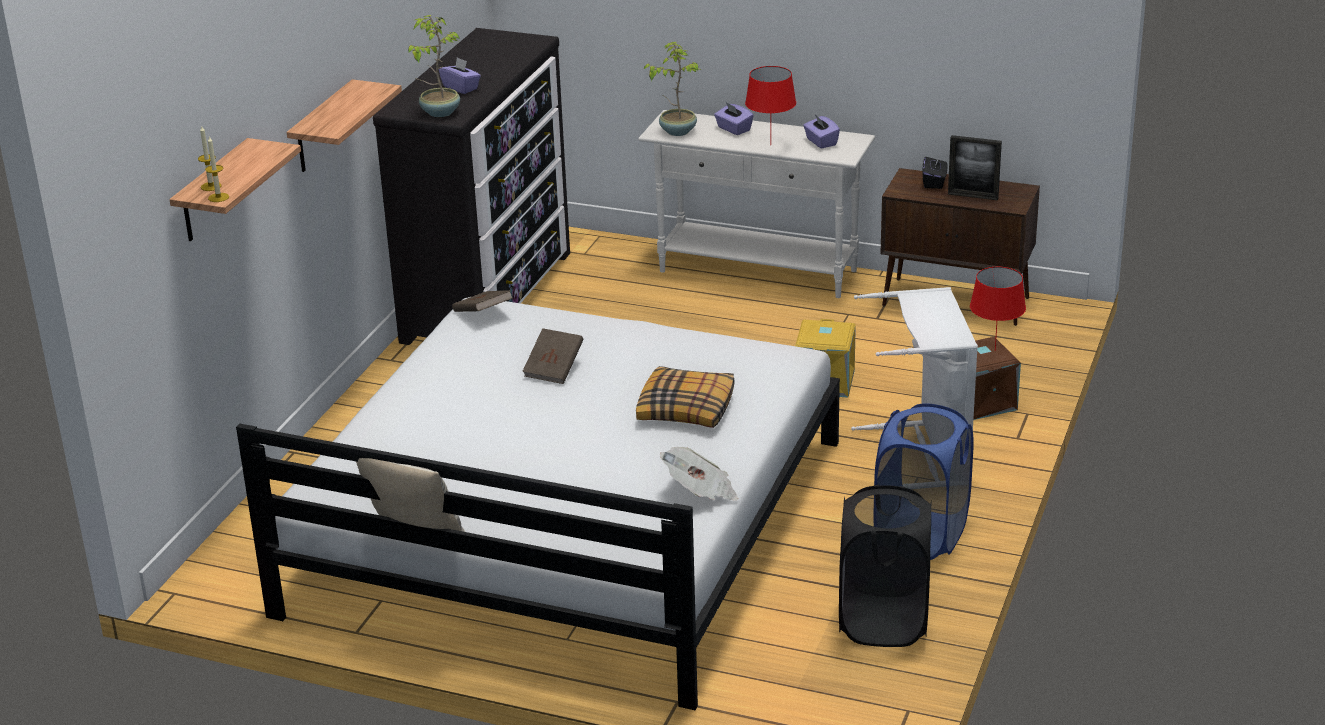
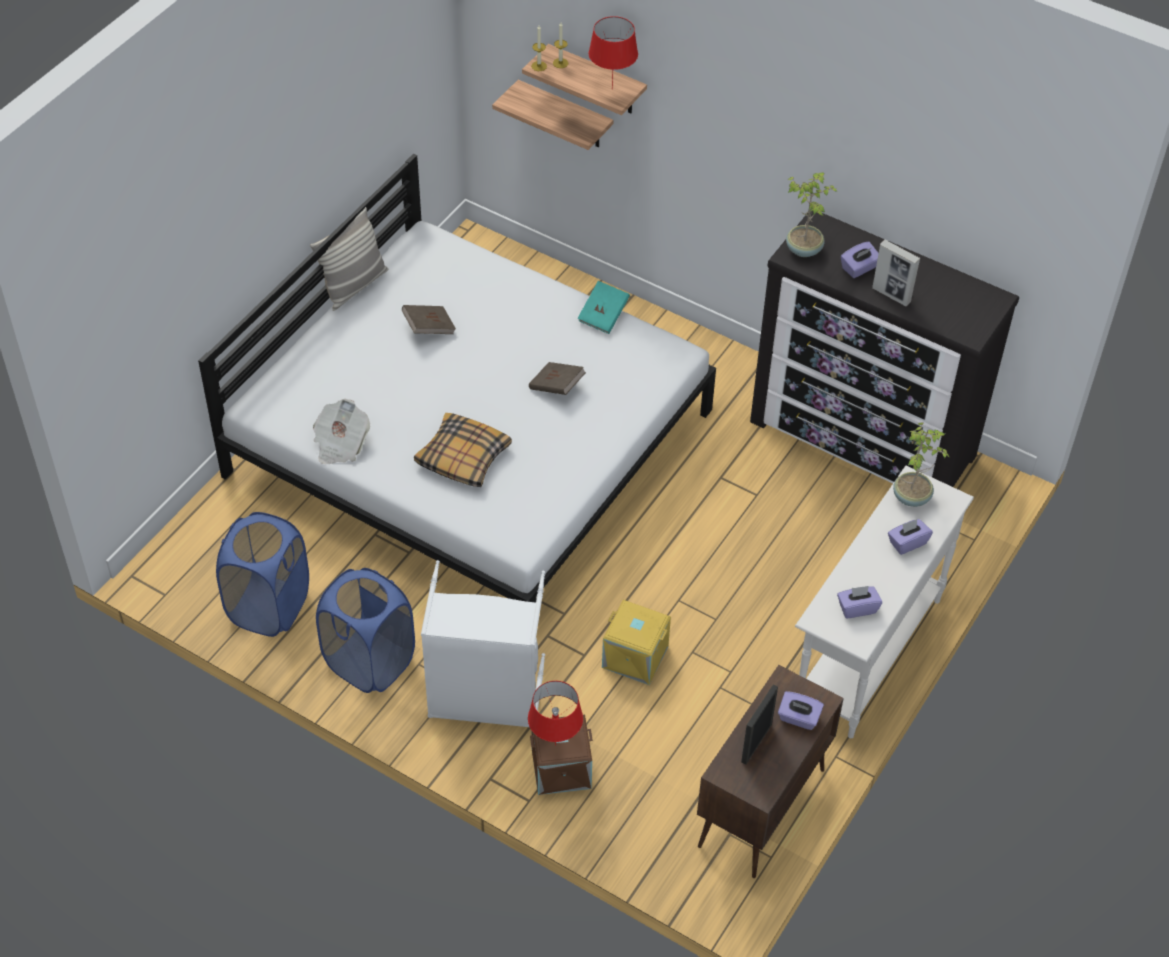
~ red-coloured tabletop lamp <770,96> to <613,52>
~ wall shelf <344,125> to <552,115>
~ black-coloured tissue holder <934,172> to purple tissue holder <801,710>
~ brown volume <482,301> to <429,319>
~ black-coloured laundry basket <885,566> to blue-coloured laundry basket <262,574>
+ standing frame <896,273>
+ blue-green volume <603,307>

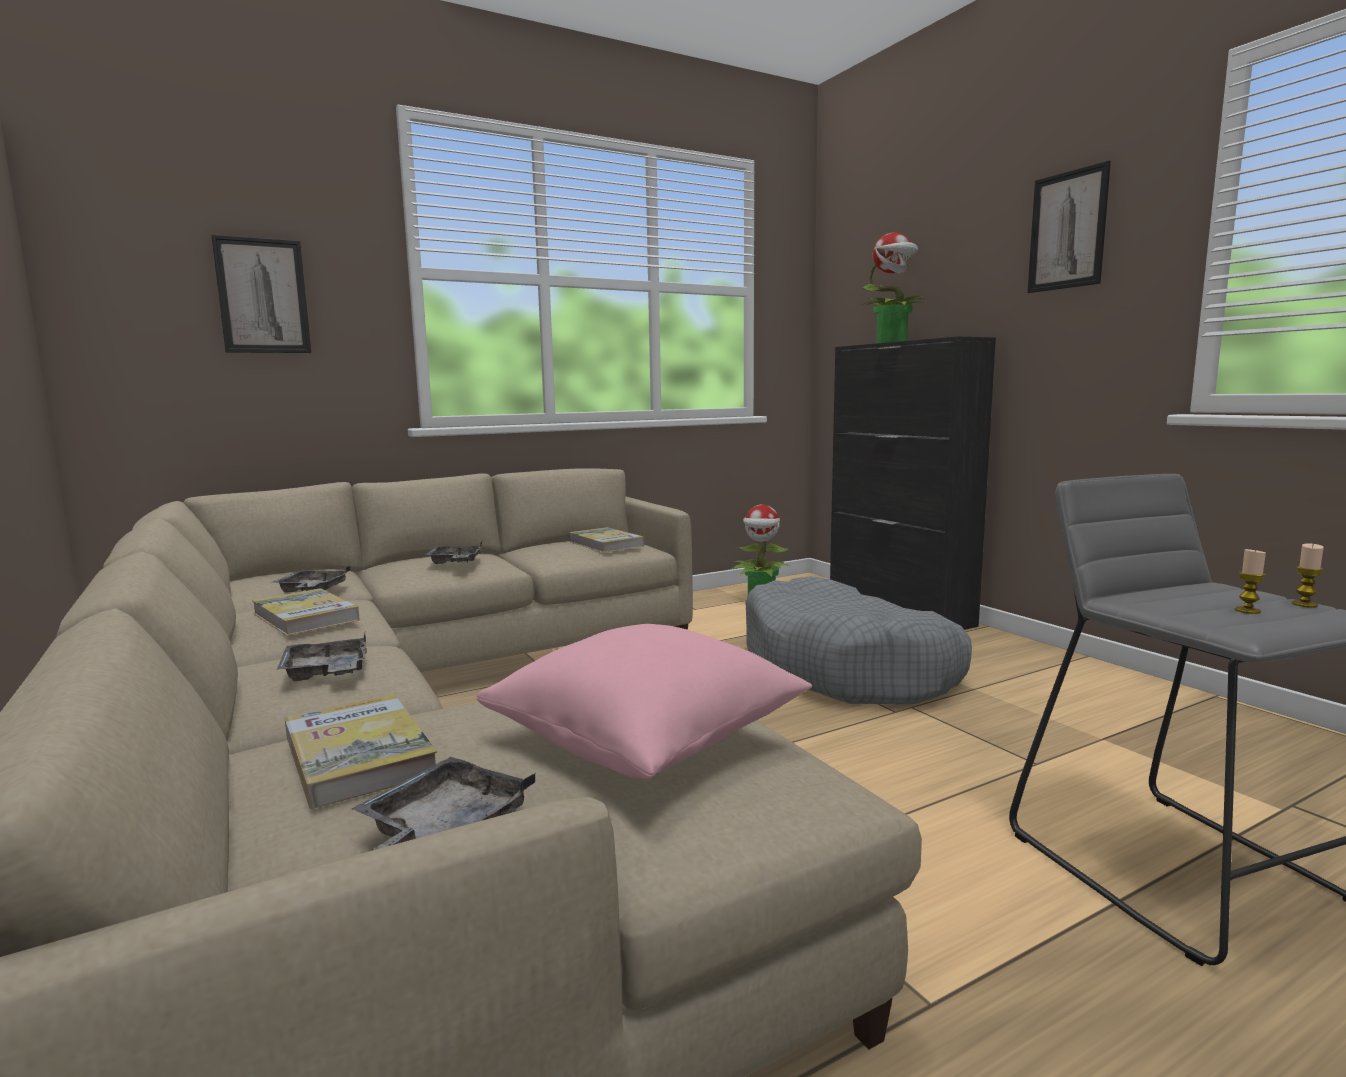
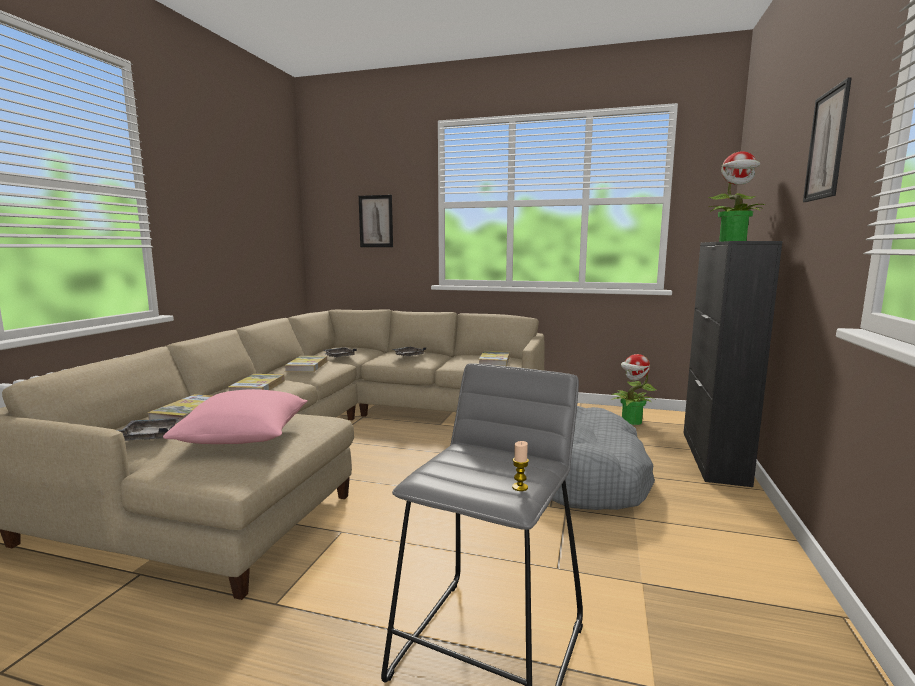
- wax light <1250,581>
~ greyish carrying tray <322,657> to volume <256,382>

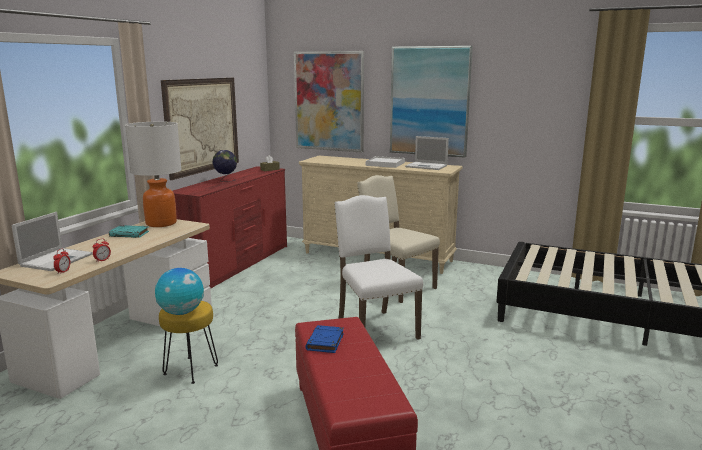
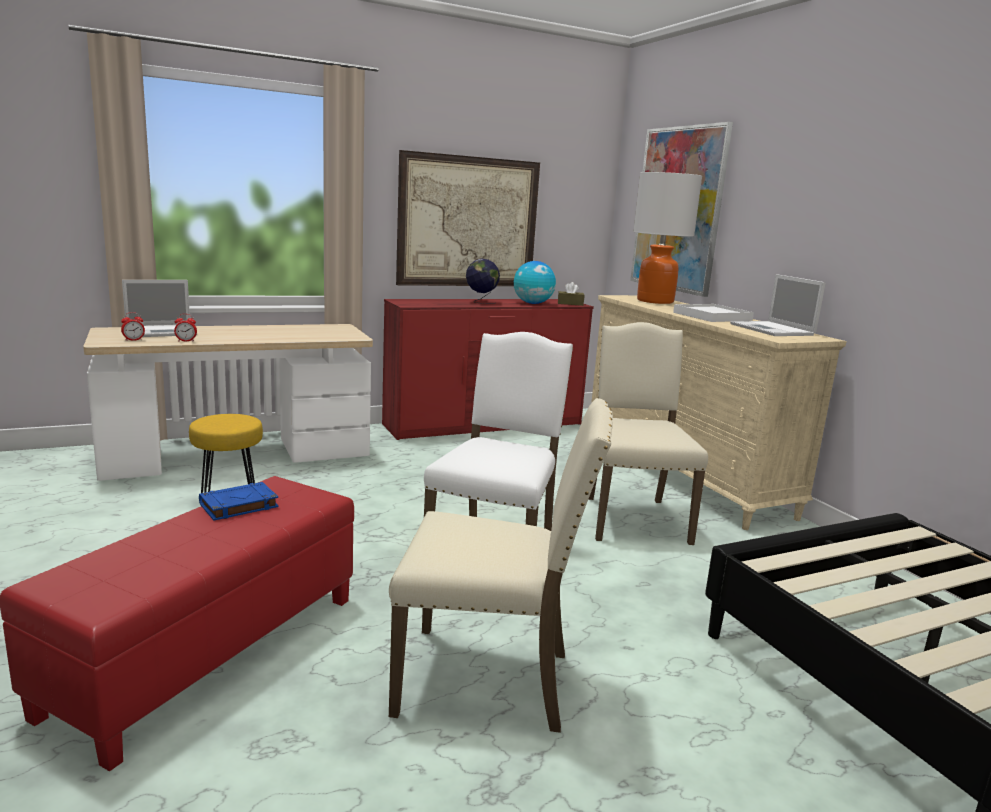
- wall picture <431,102>
~ tabletop lamp <153,174> to <667,238>
- blue-green volume <129,231>
~ world globe <179,291> to <535,282>
+ beige-coloured chair <501,565>

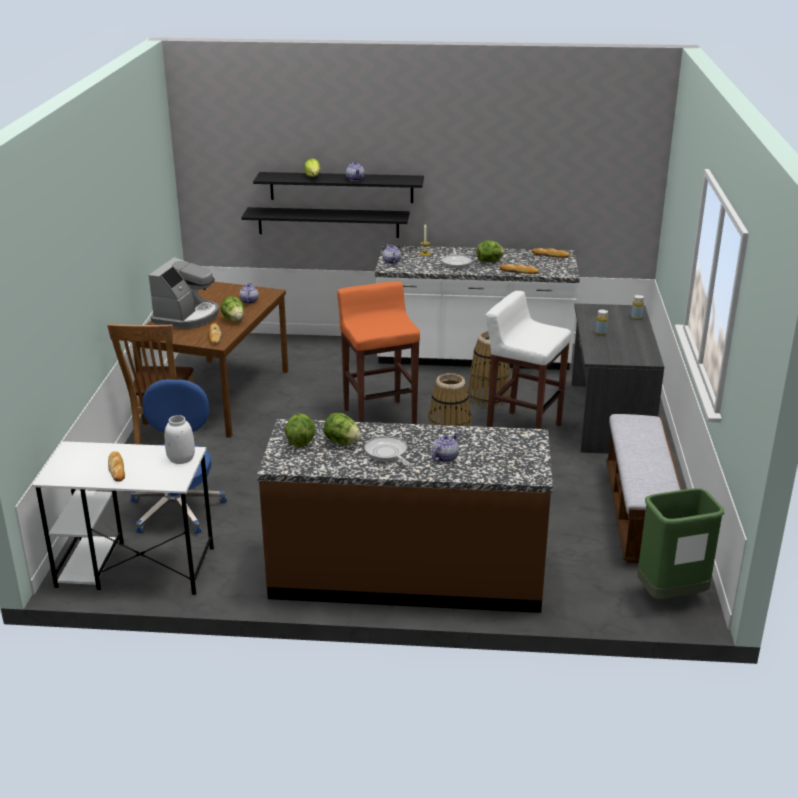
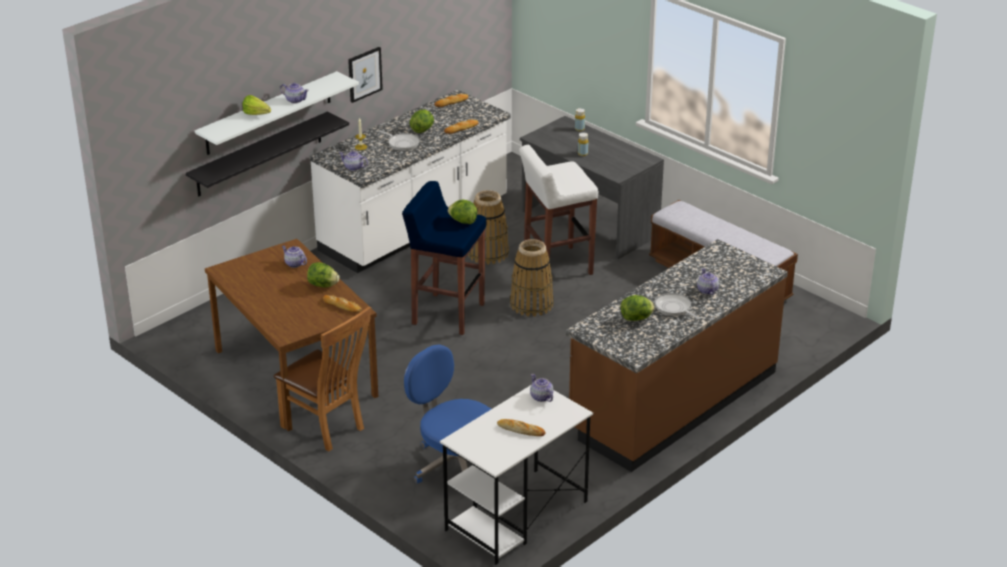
~ black-coloured wall shelf <338,187> to white wall shelf <277,113>
- coffee machine <184,293>
~ orange stool seat <378,352> to blue-coloured stool seat <444,258>
~ lettuce head <300,430> to <462,212>
~ white flower vase <180,439> to teapot <541,388>
~ skillet <388,451> = <677,306> 45 degrees clockwise
- green-coloured rubbish bin <680,543>
+ wall picture <365,75>

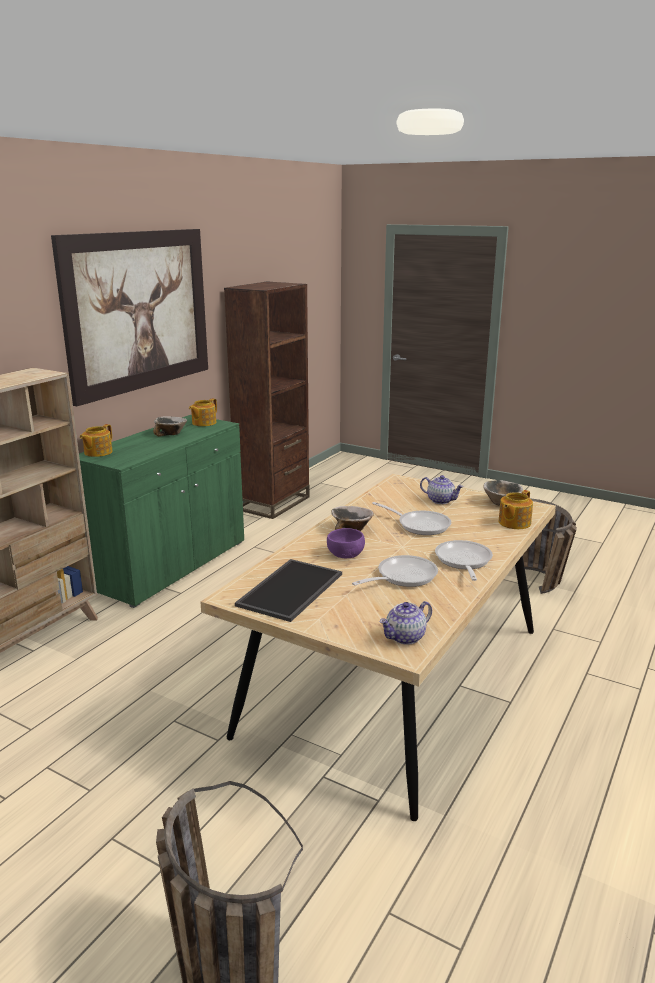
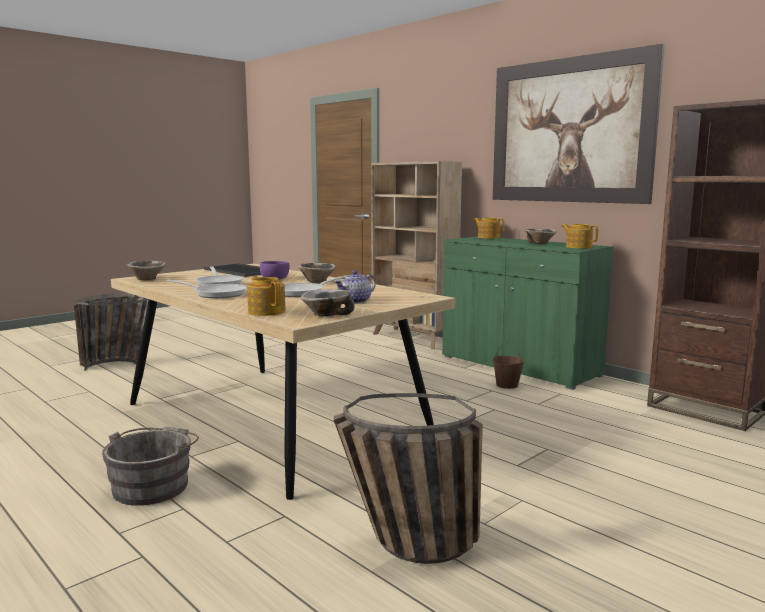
~ teapot <405,623> to serving bowl <146,270>
+ brown water bucket <509,365>
+ greyish water bucket <150,466>

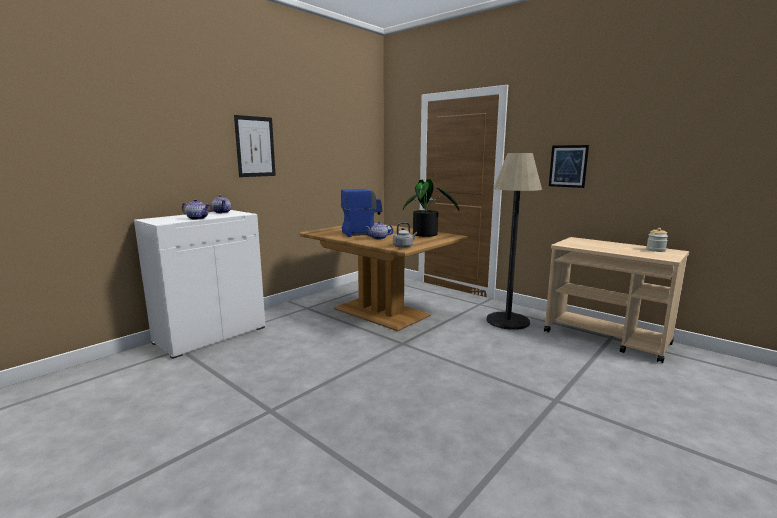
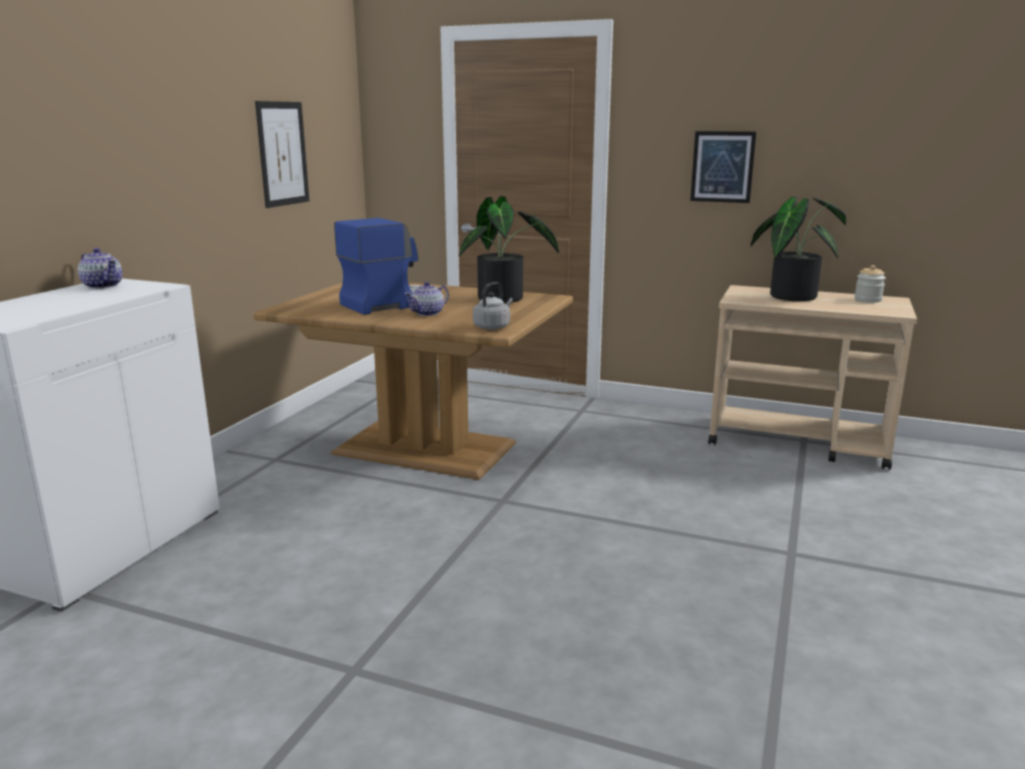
~ wall picture <255,146> to <282,154>
- standard lamp <514,241>
- teapot <196,209>
+ plant in a pot <798,249>

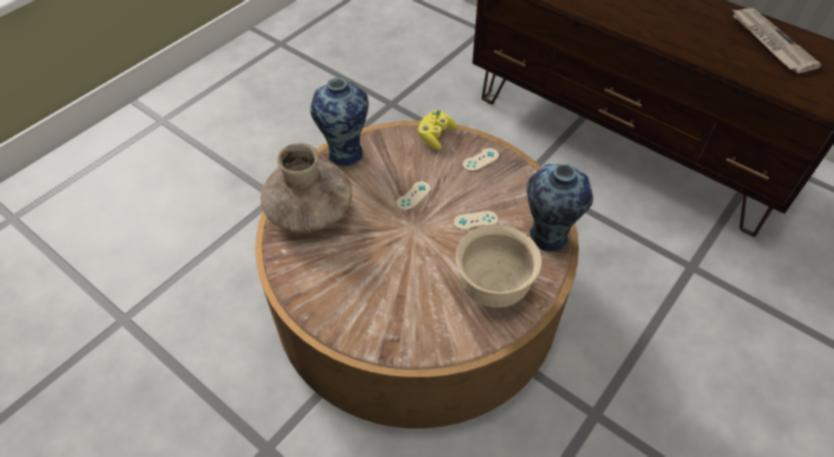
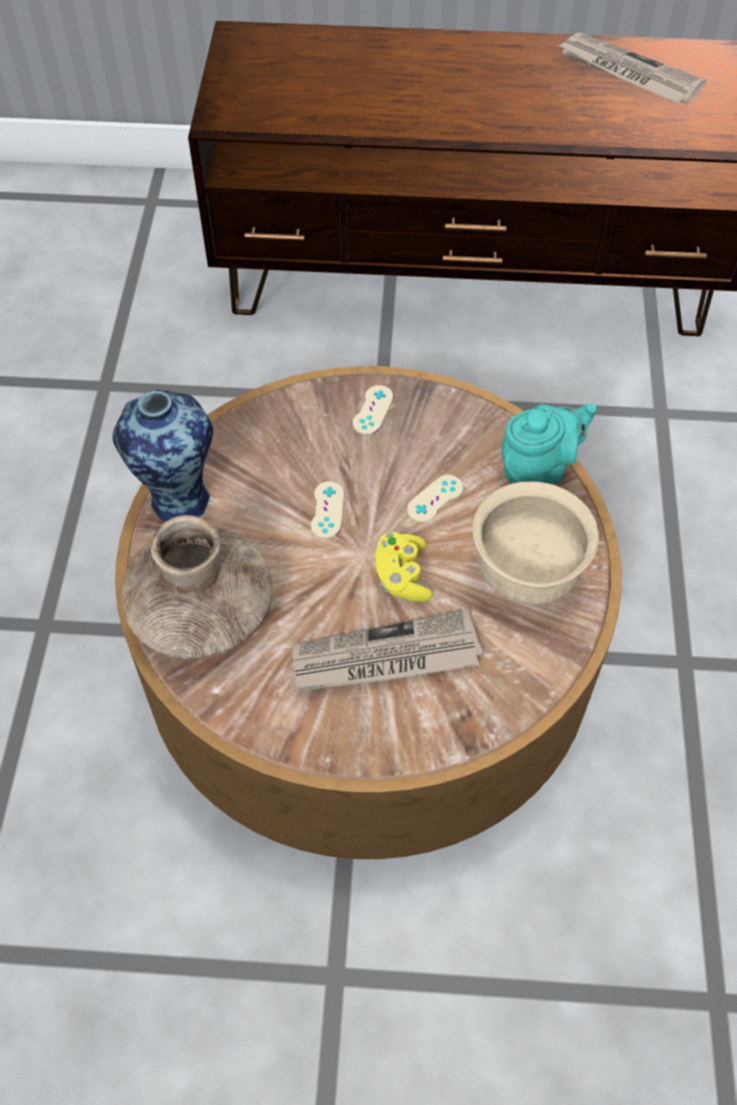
~ yellowish gamepad <437,130> to <404,567>
~ flower vase <560,208> to blue-green teapot <549,444>
+ printed paper <388,650>

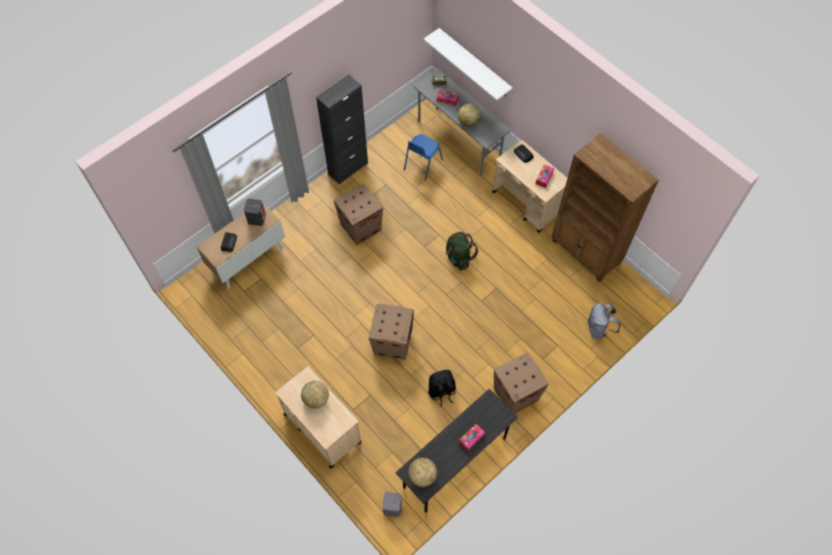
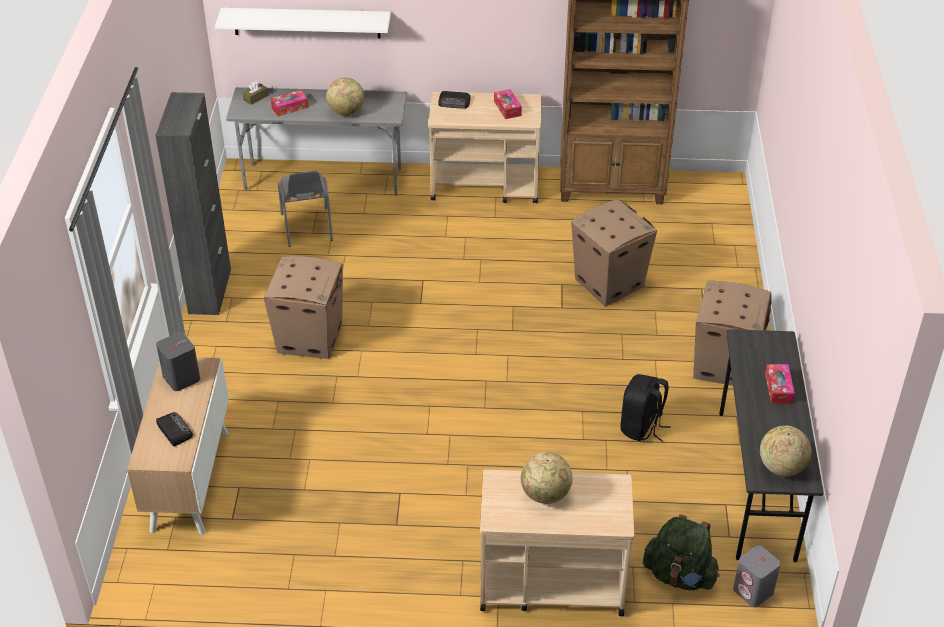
~ blue-coloured chair <423,157> to greyish chair <305,209>
~ green-coloured backpack <461,251> to <681,552>
- greyish backpack <604,321>
~ cardboard box <391,331> to <614,252>

